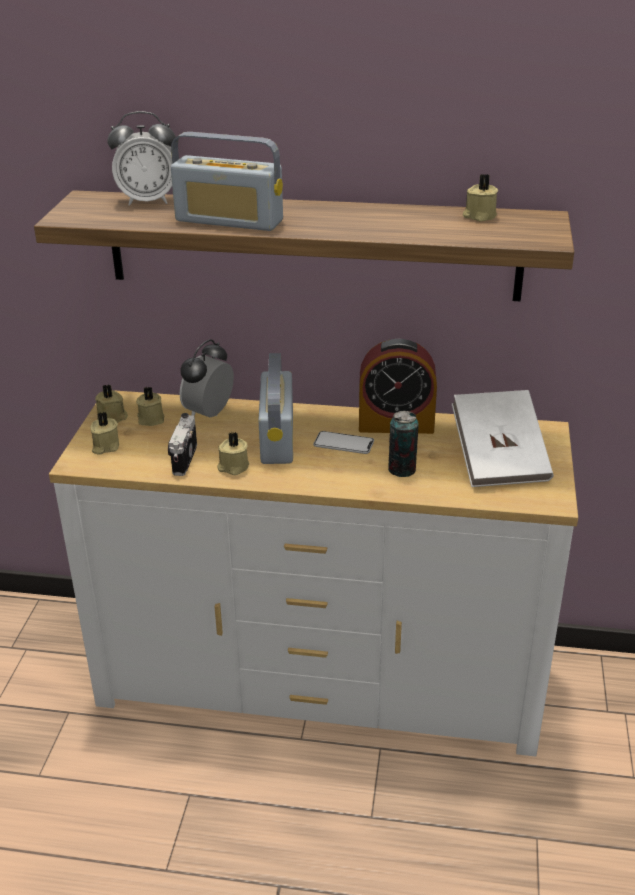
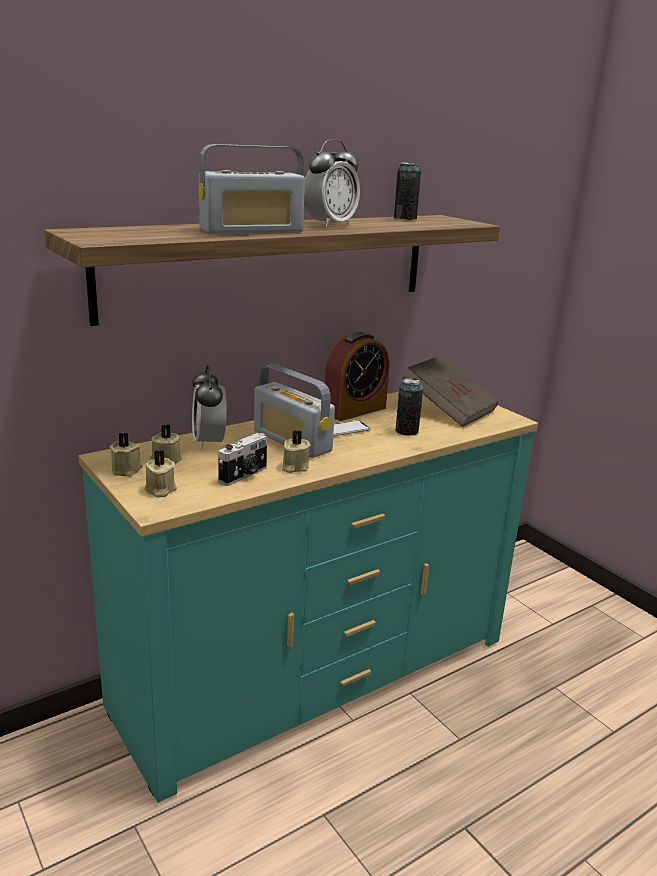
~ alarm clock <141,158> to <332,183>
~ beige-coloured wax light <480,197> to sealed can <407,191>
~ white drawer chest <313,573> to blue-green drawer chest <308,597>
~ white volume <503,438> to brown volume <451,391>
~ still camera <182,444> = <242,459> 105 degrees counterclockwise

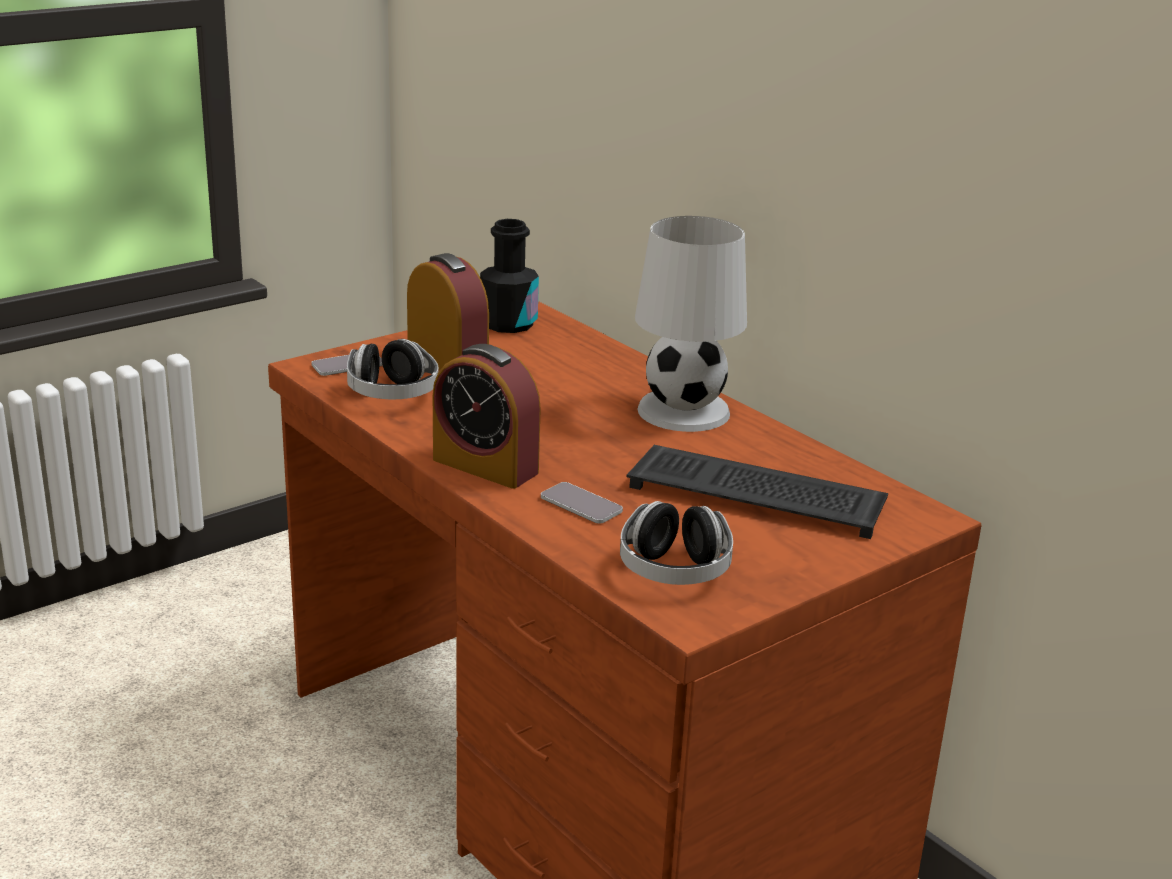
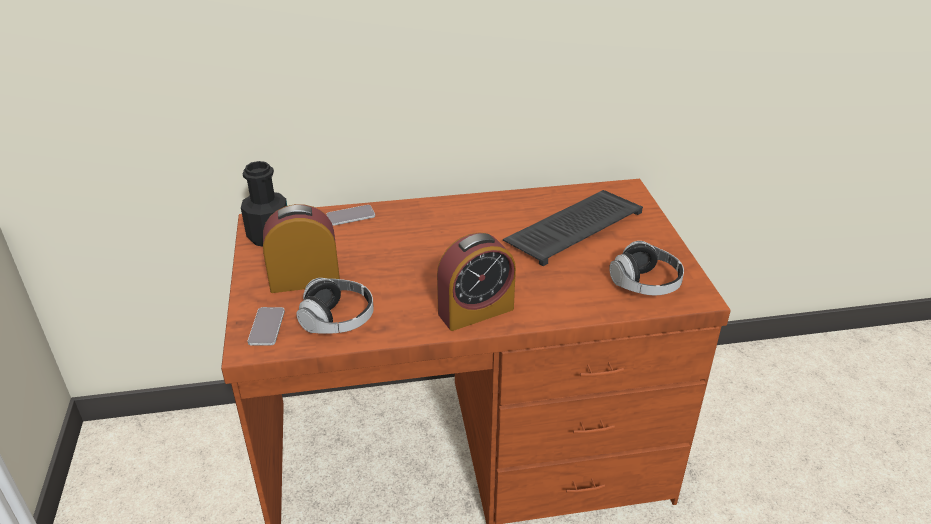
- white tabletop lamp <691,324>
~ telephone <582,503> to <350,215>

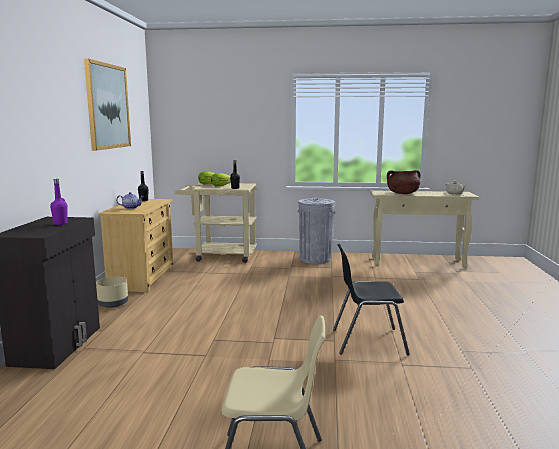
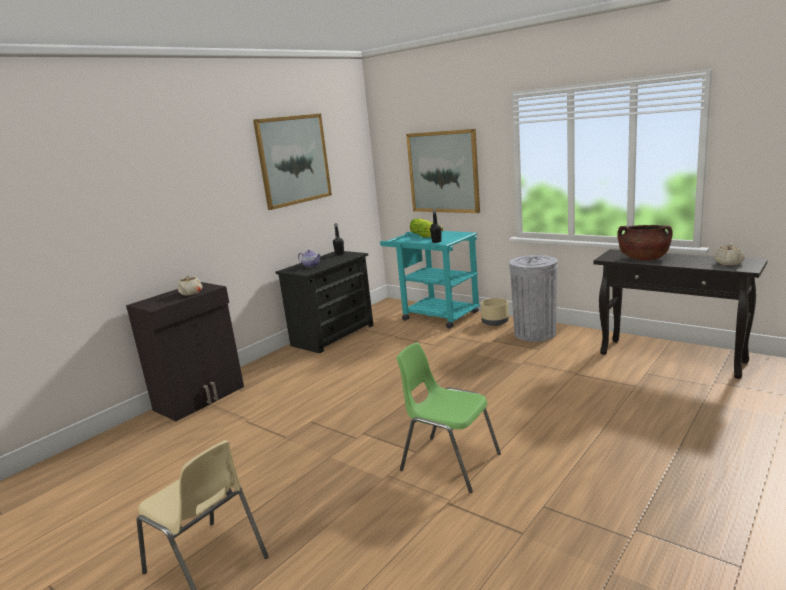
~ purple drink bottle <59,202> to beige-coloured teapot <190,285>
~ beige-coloured wheeled cart <215,223> to blue-green wheeled cart <430,280>
~ beige-coloured narrow table <424,229> to black-coloured narrow table <681,314>
~ beige-coloured drawer chest <135,245> to black-coloured drawer chest <324,302>
~ black-coloured chair <371,299> to green-coloured chair <448,418>
~ beige-coloured planter <112,292> to <495,312>
+ wall picture <443,171>

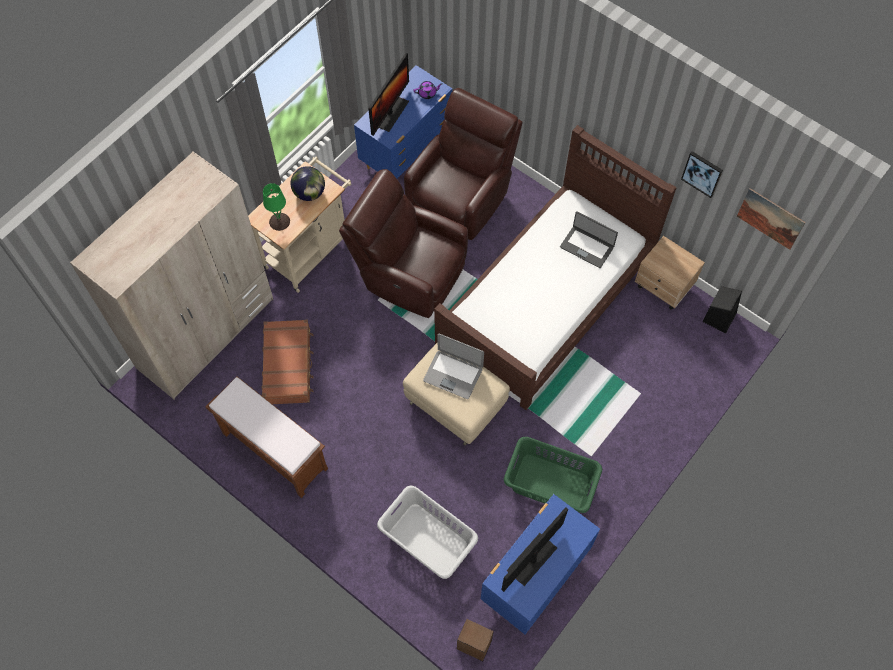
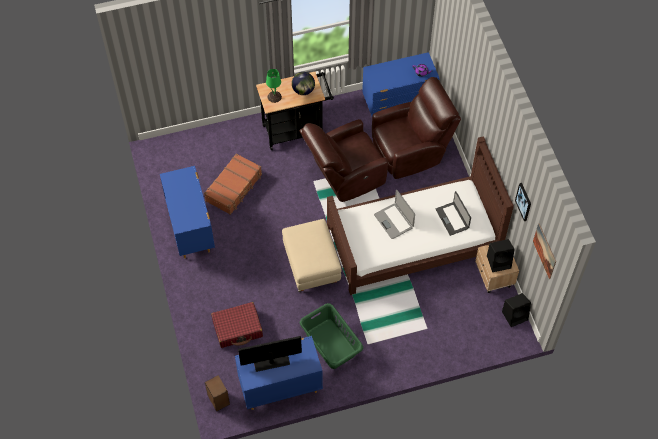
- computer display <388,94>
- beige-coloured armoire <171,276>
~ beige-coloured wheeled cart <299,225> to black-coloured wheeled cart <295,111>
~ brown armchair <403,243> = <344,160> 90 degrees counterclockwise
~ laptop <453,366> to <394,214>
~ brown long seat <266,437> to blue-coloured drawer chest <187,212>
~ greyish laundry basket <427,532> to red-coloured suitcase <237,325>
+ black-coloured audio speaker <501,255>

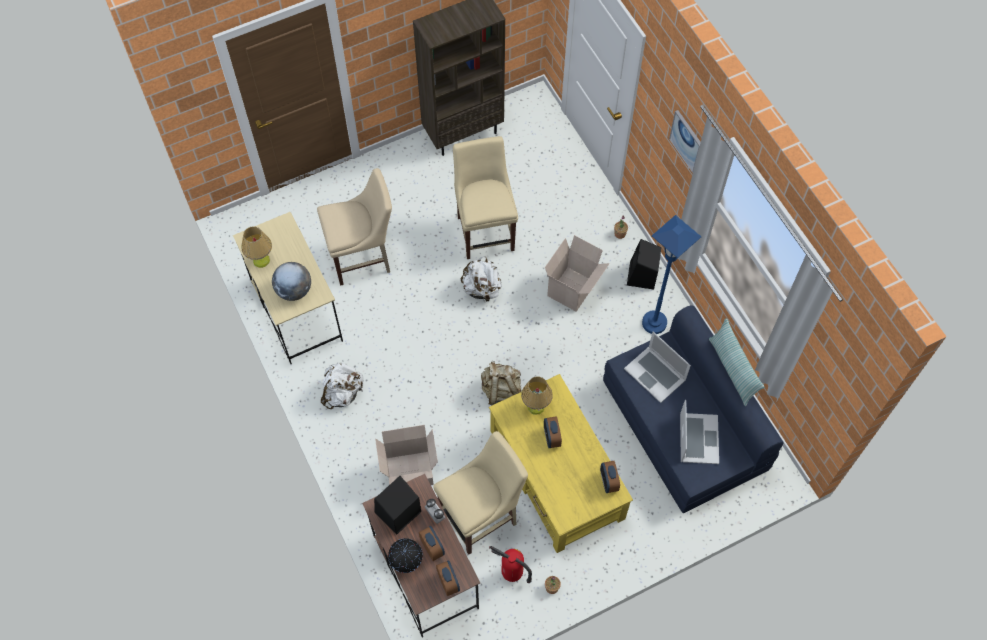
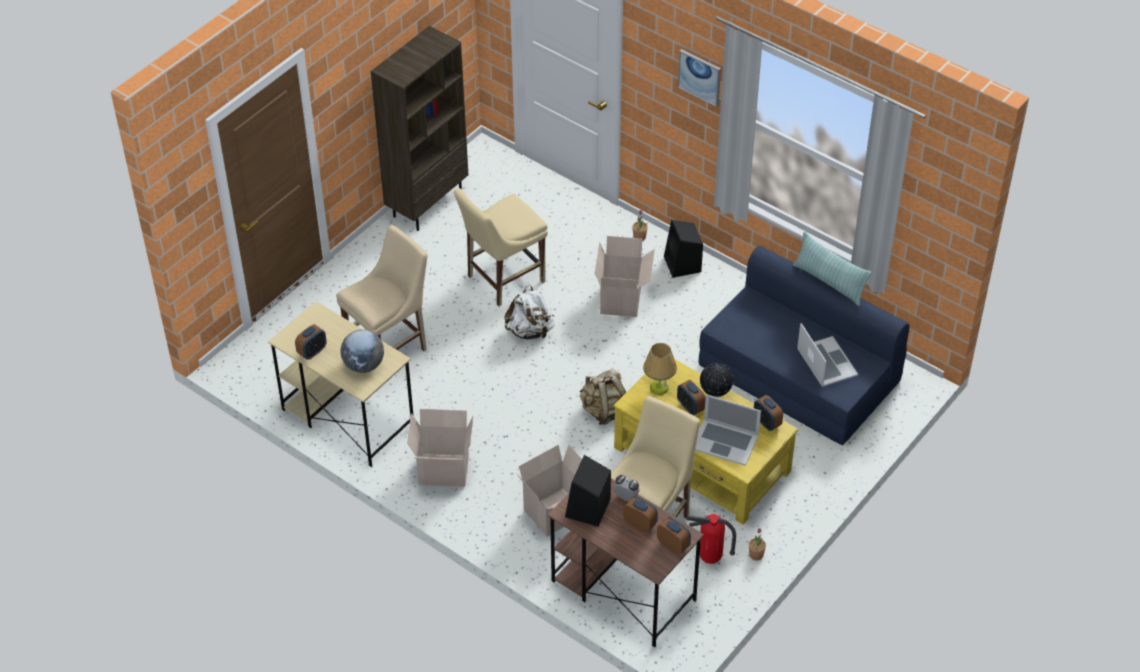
~ beige-coloured chair <485,197> = <501,247> 90 degrees counterclockwise
- blue-coloured standard lamp <671,274>
~ tabletop lamp <256,247> to alarm clock <311,342>
~ laptop <657,367> to <728,430>
~ white backpack <342,385> to cardboard box <440,448>
~ world globe <405,555> to <717,380>

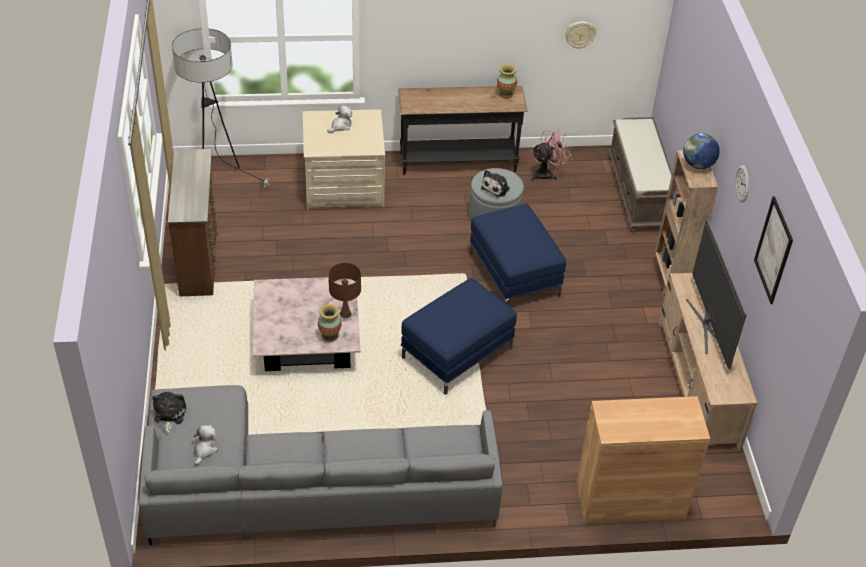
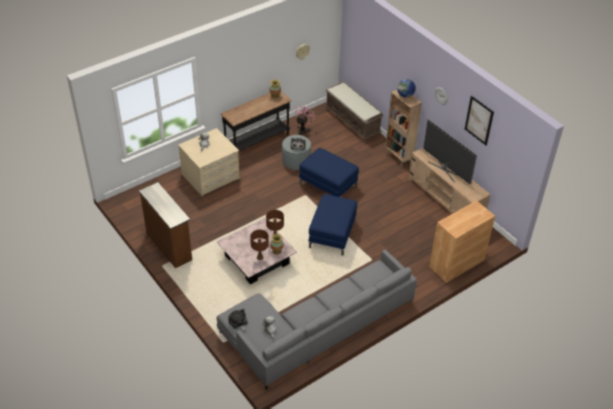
- standard lamp <221,107>
+ brown tabletop lamp <259,245>

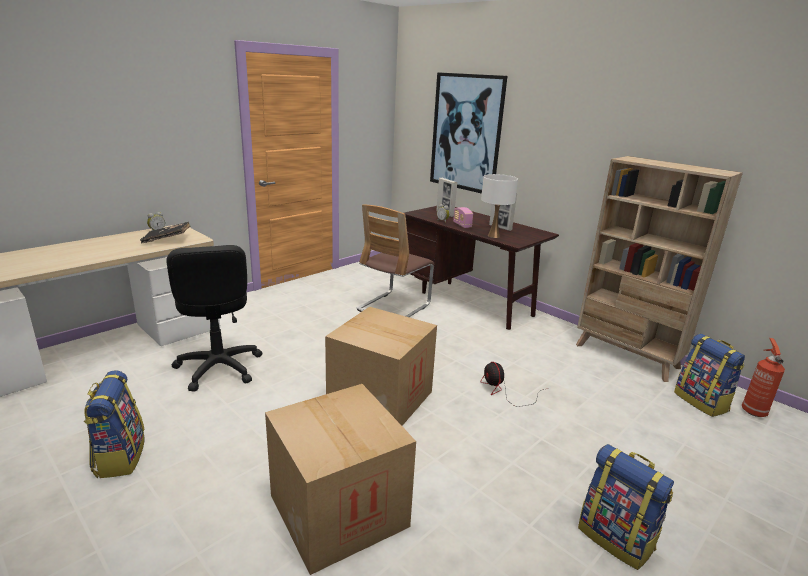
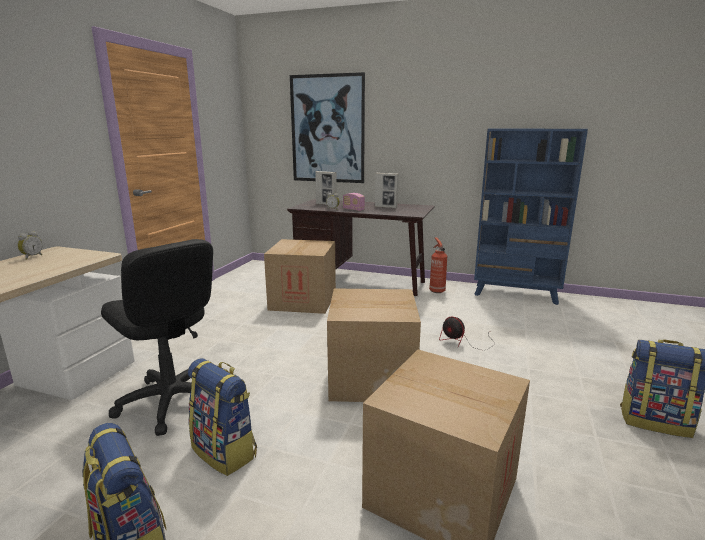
~ beige-coloured shelving unit <659,269> to blue-coloured shelving unit <531,217>
- white tabletop lamp <499,206>
~ chair <395,260> to cardboard box <300,276>
- black-coloured volume <165,233>
~ backpack <709,375> to <222,417>
~ fire extinguisher <763,377> to <438,265>

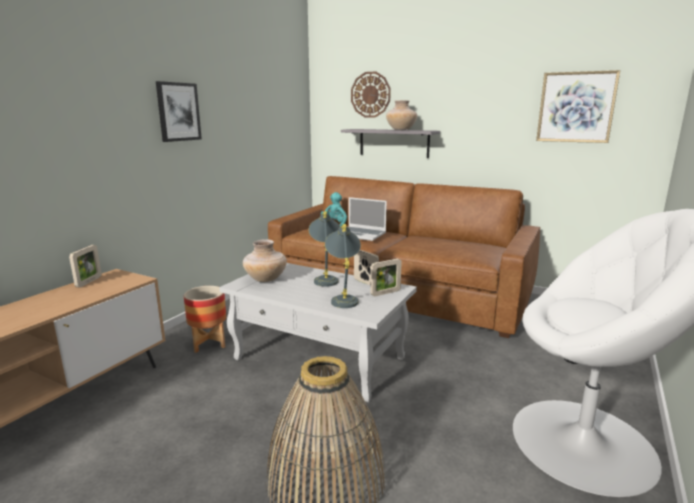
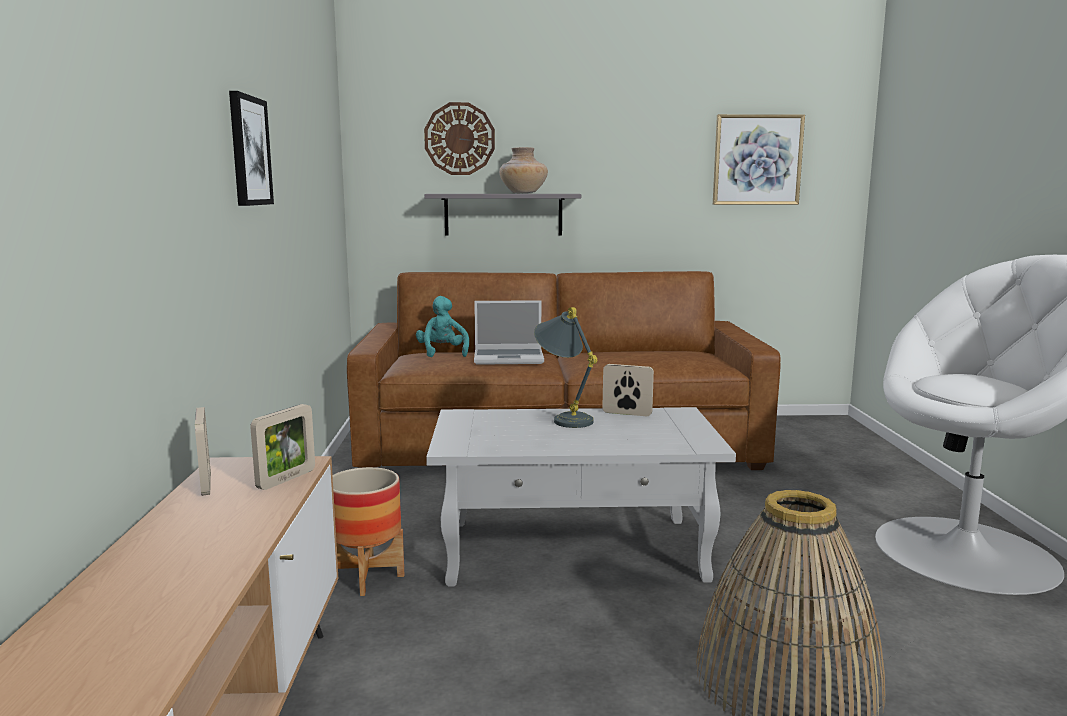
- greyish tabletop lamp <343,266>
- beige-coloured flower vase <265,260>
~ standing frame <386,277> to <282,447>

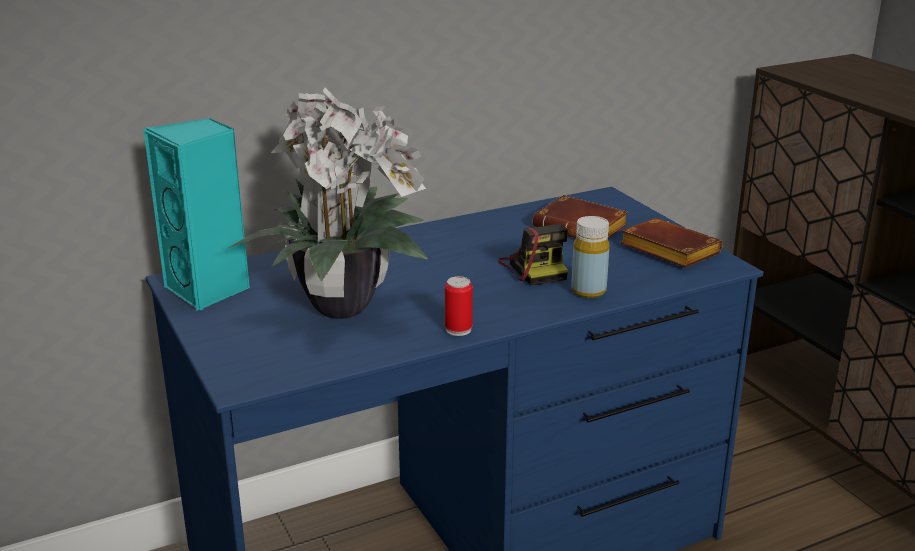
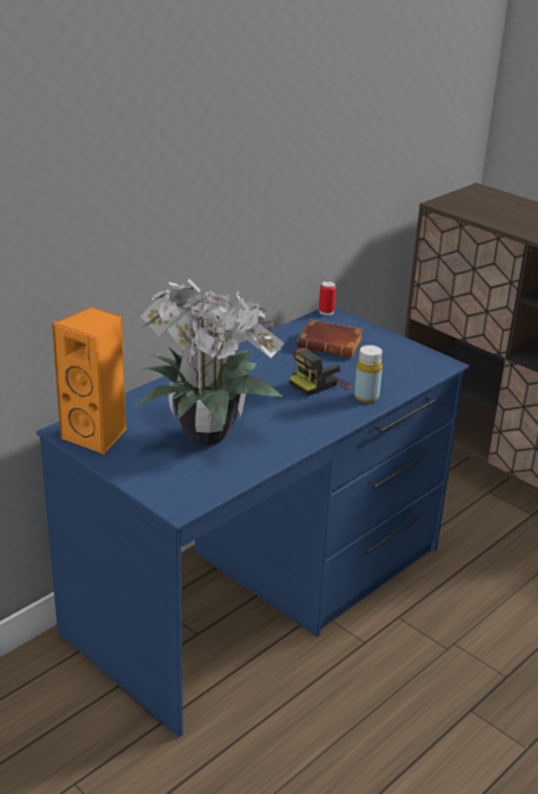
~ blue-green audio speaker <196,214> to orange audio speaker <89,381>
- brown volume <671,243>
~ still camera <533,255> = <320,372> 90 degrees clockwise
~ sealed can <459,306> to <327,298>

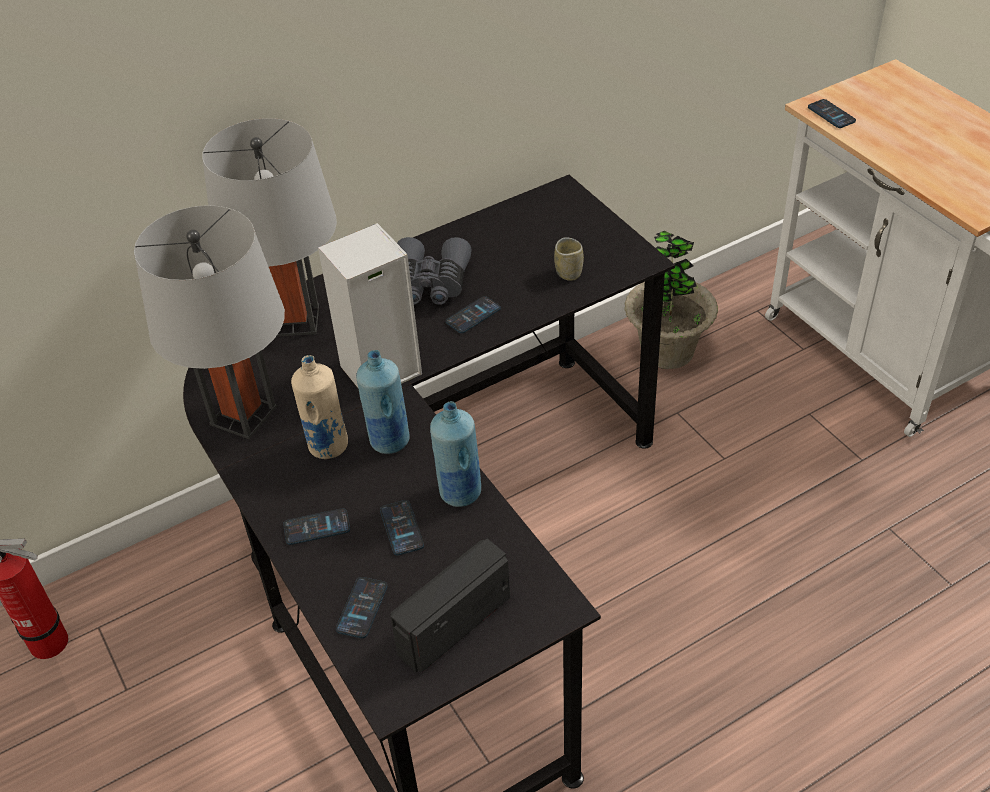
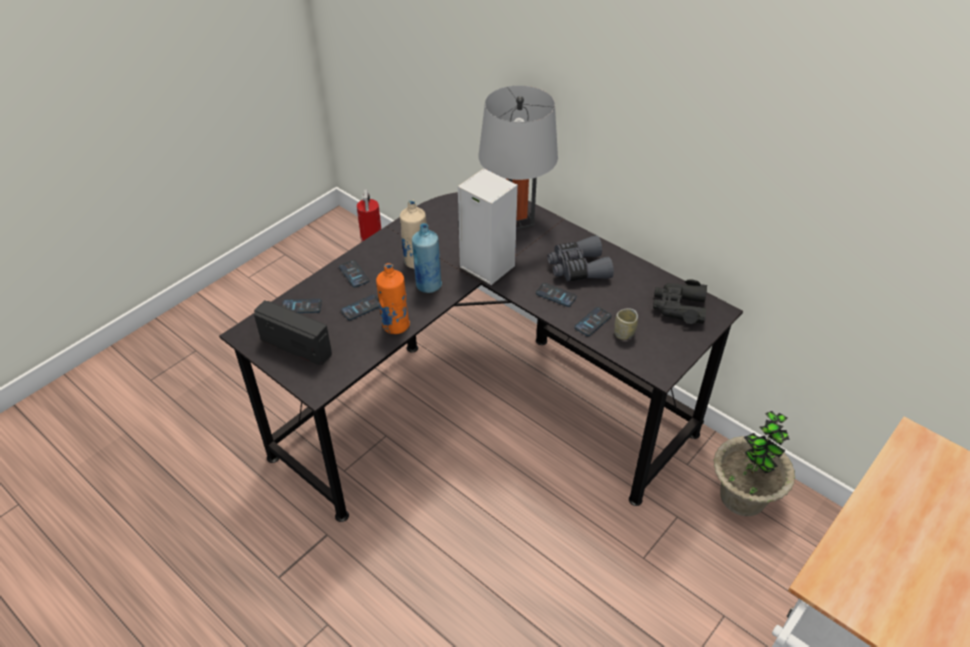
~ telephone <832,113> to <593,321>
- greyish tabletop lamp <209,322>
~ blue-coloured drink bottle <455,454> to orange drink bottle <393,298>
+ black-coloured pair of binoculars <680,301>

